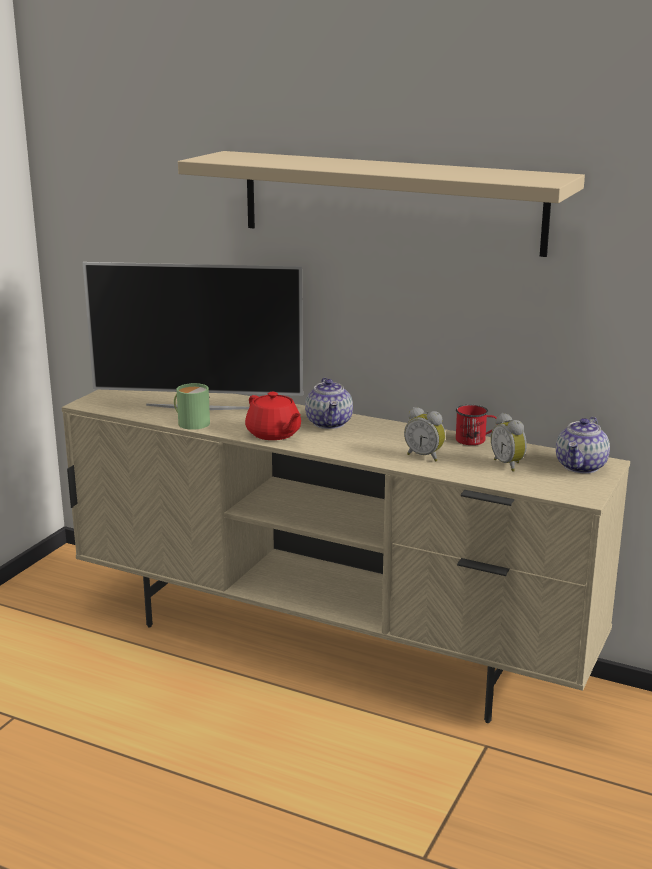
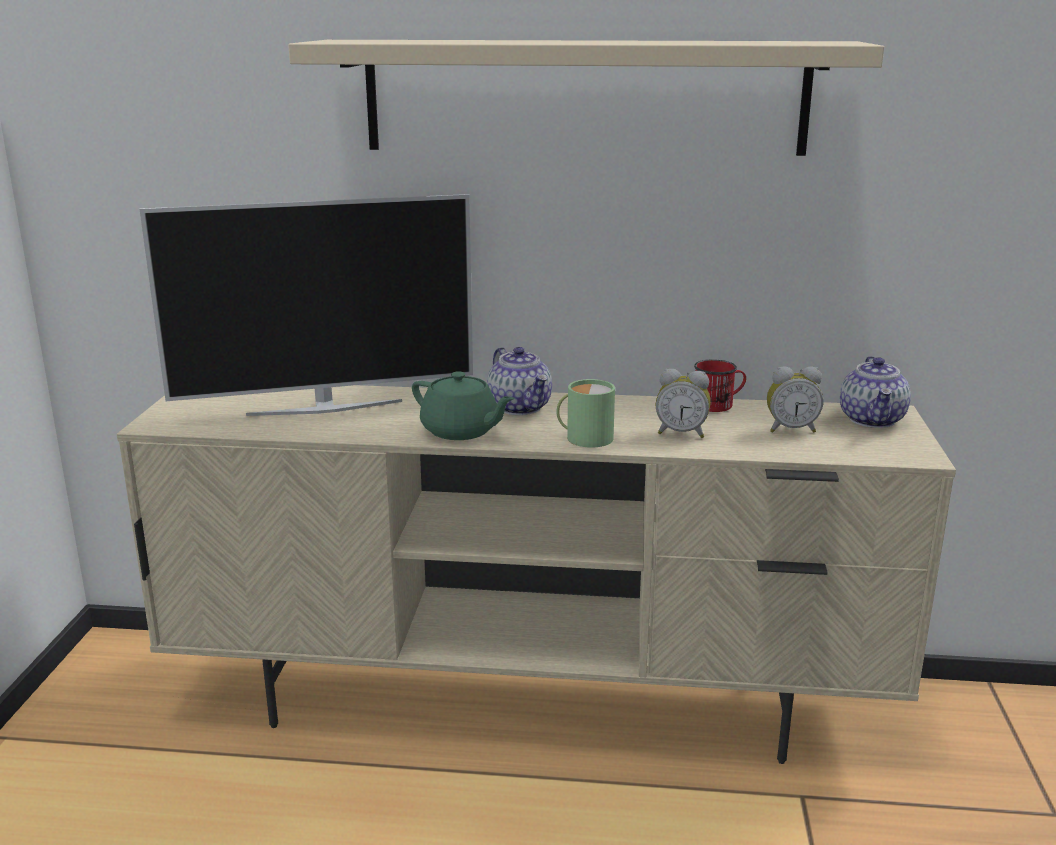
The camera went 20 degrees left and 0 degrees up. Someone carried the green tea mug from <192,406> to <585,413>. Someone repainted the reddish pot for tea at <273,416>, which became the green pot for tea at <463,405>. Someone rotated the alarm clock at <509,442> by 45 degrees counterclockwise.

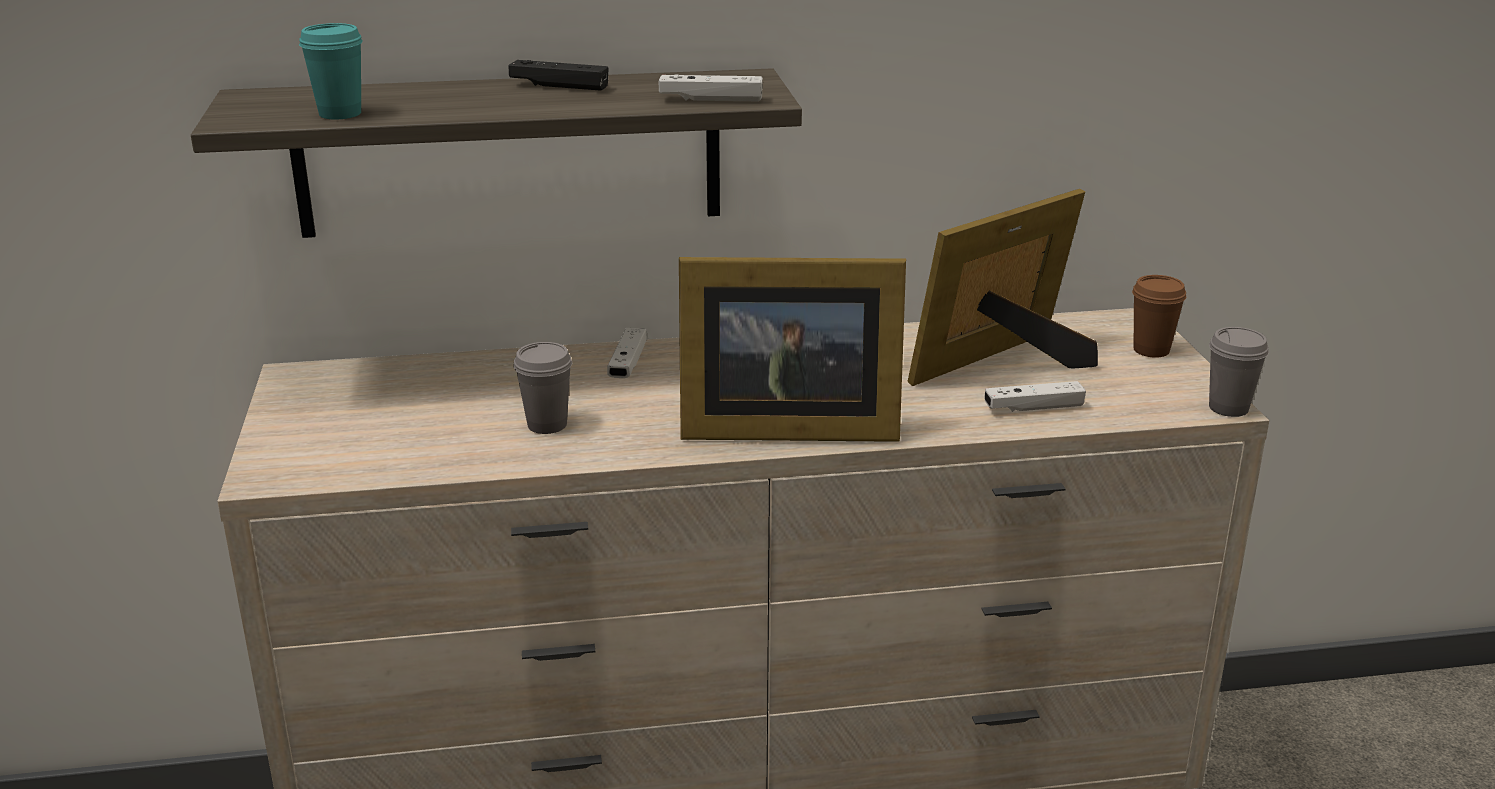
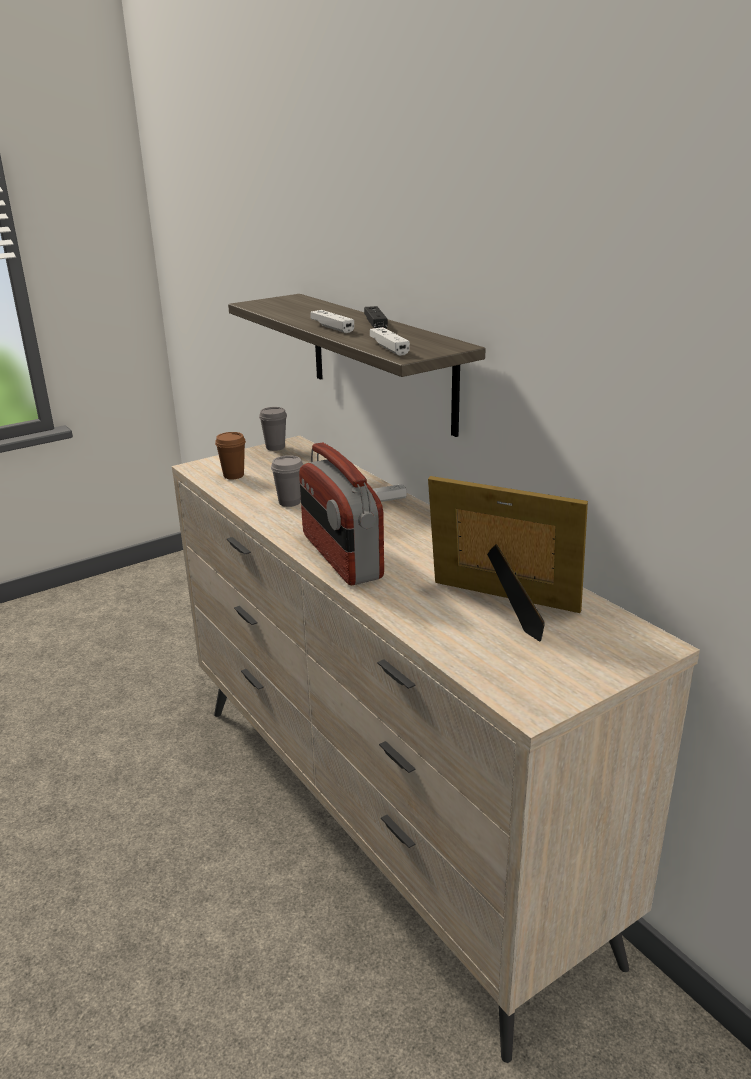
The camera went 65 degrees right and 0 degrees up. Someone took away the blue-green drinking cup at <331,71>. Someone carried the whitish game controller from <1035,396> to <332,321>. Someone carried the brown drinking cup from <1159,316> to <230,455>. Someone carried the grey drinking cup from <1239,372> to <273,429>. Someone swapped the picture frame at <792,349> for the radio set at <341,514>.

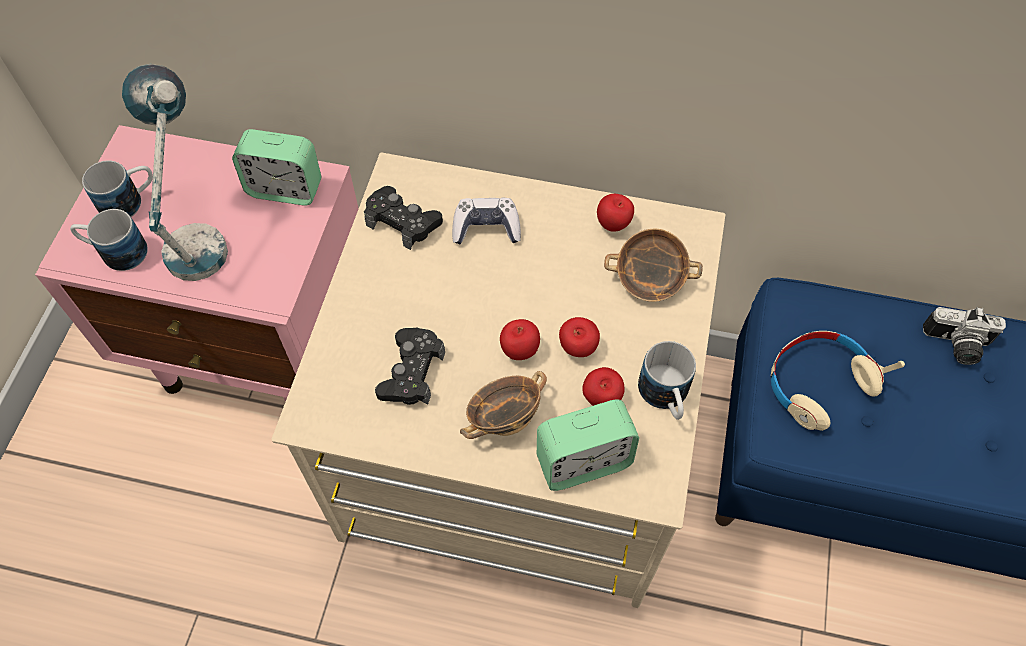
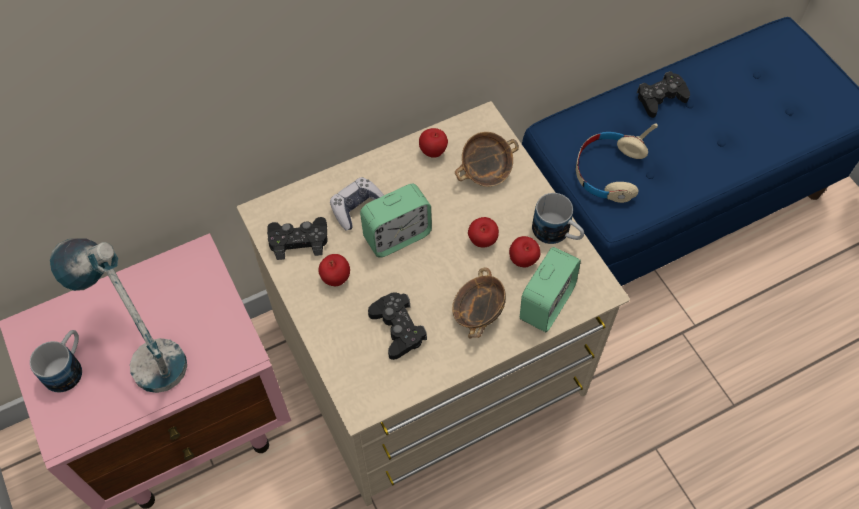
The camera went 40 degrees left and 0 degrees up. Someone took away the tea mug at <109,240>. Someone carried the alarm clock from <276,167> to <396,221>. Someone carried the whole apple from <520,339> to <334,270>. Someone swapped the photo camera at <964,336> for the black-coloured game controller at <663,94>.

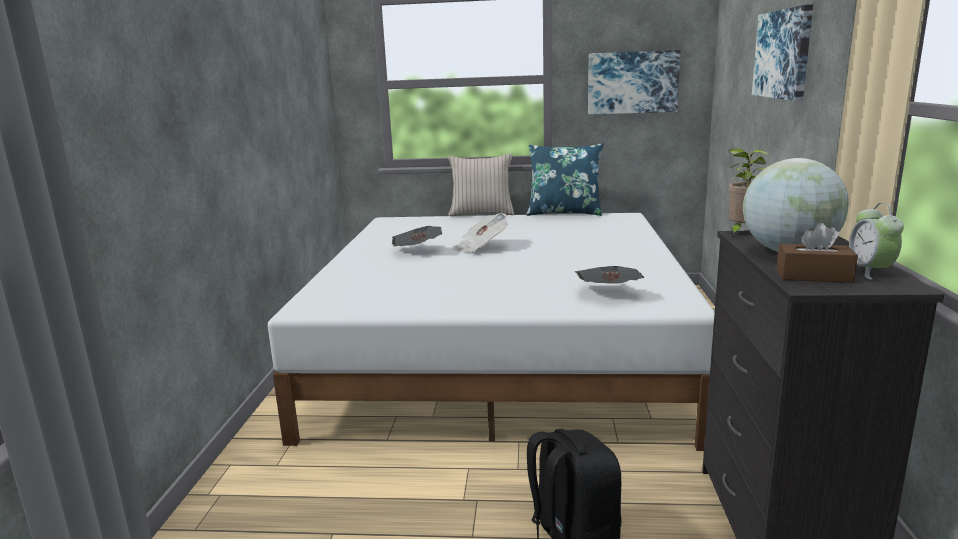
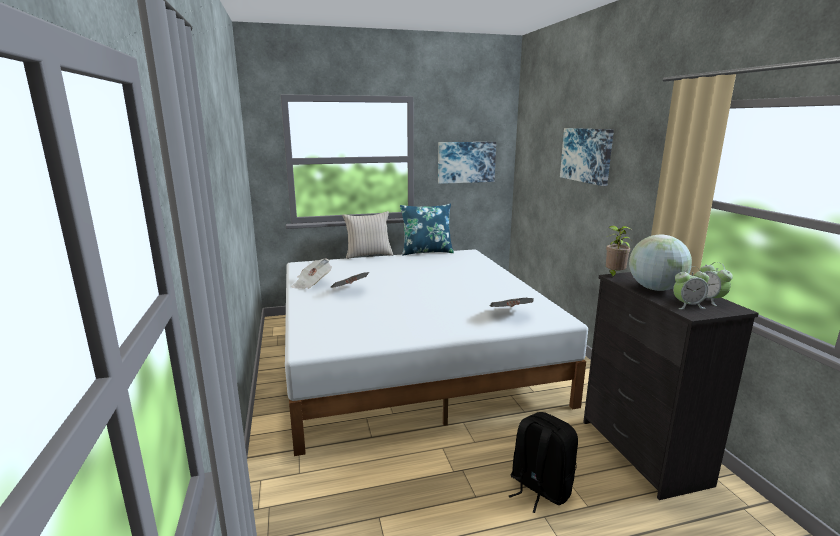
The camera went 20 degrees left and 0 degrees up. Someone carried the printed paper from <480,232> to <312,274>. Someone swapped the brown box of tissues at <817,253> for the alarm clock at <691,287>.

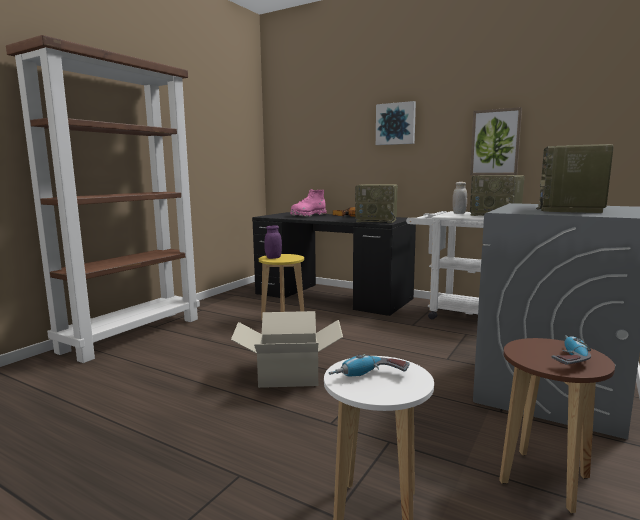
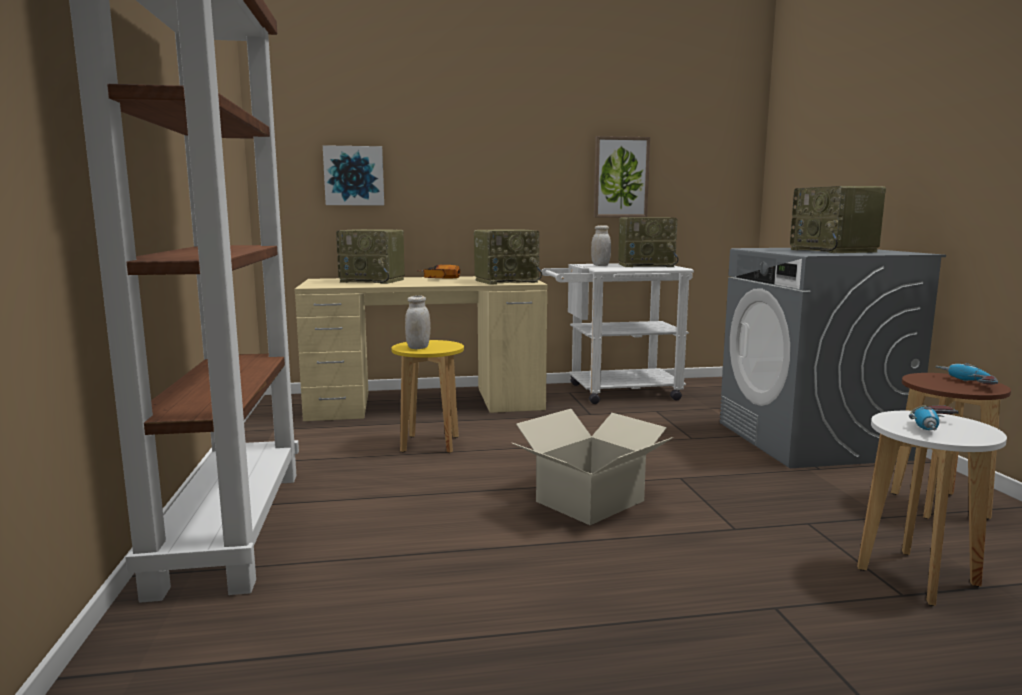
The camera went 40 degrees left and 0 degrees up. Someone carried the wall picture from <396,123> to <353,175>. Someone swapped the pink high-top boot at <308,203> for the radio set at <370,256>. Someone repainted the black-coloured desk table at <334,264>, which became the beige desk table at <421,348>. Someone repainted the purple storage jar at <273,242>, which became the whitish storage jar at <418,322>.

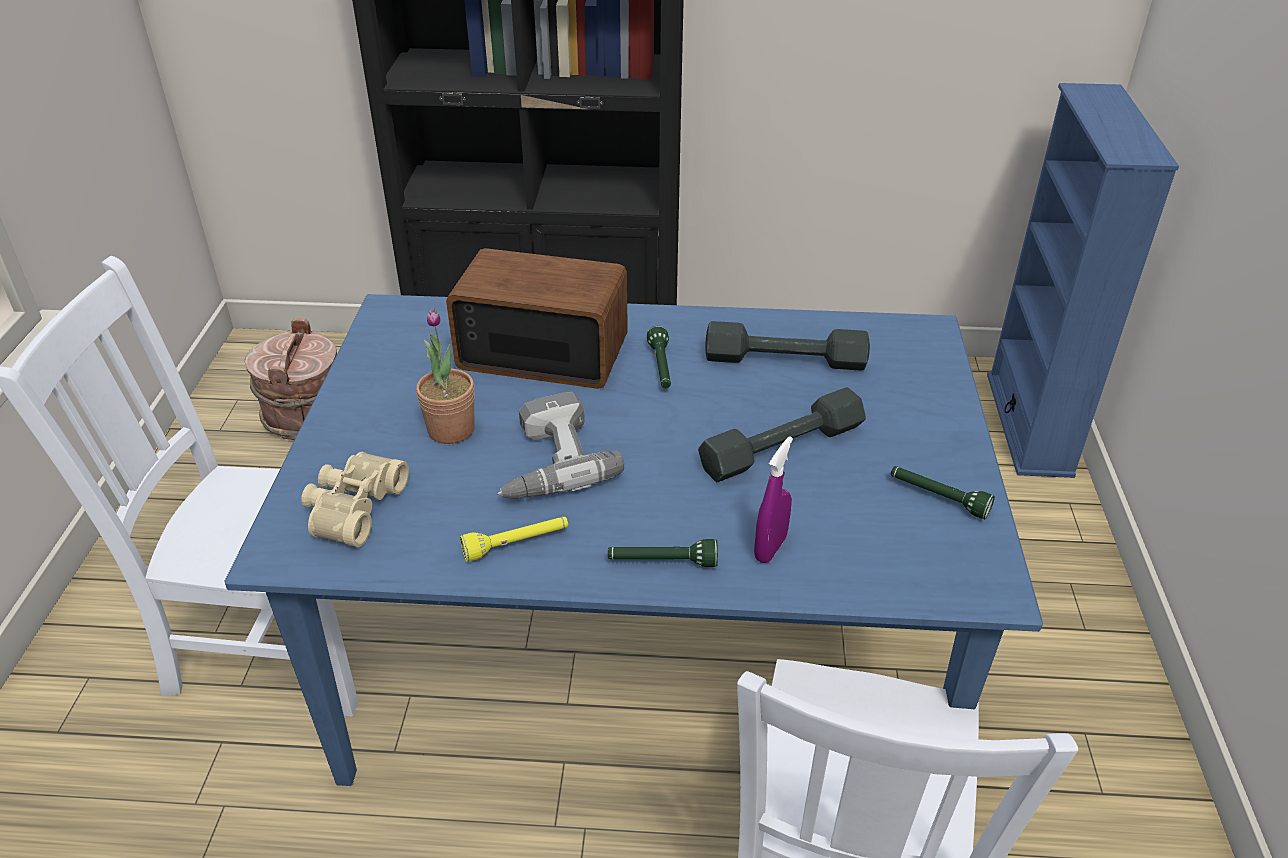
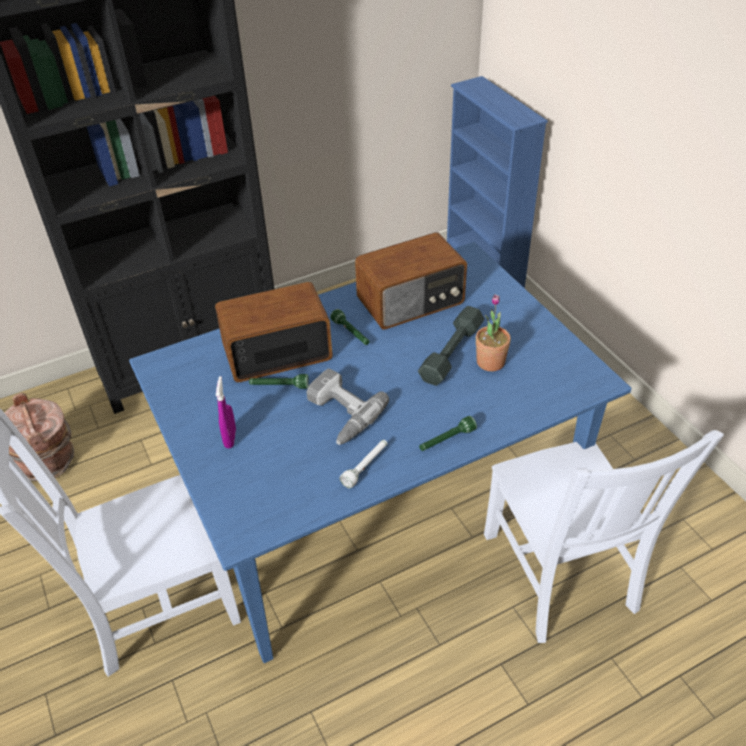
The camera went 30 degrees left and 5 degrees up. Someone took away the beige pair of binoculars at <355,499>. Someone carried the houseplant from <445,376> to <493,332>. Someone carried the purple sprayer from <773,499> to <226,412>. Someone carried the green hand torch from <943,492> to <279,381>. Someone swapped the grey dumbbell at <787,345> for the radio set at <411,281>. Someone repainted the yellow hand torch at <514,539>, which became the whitish hand torch at <363,464>.

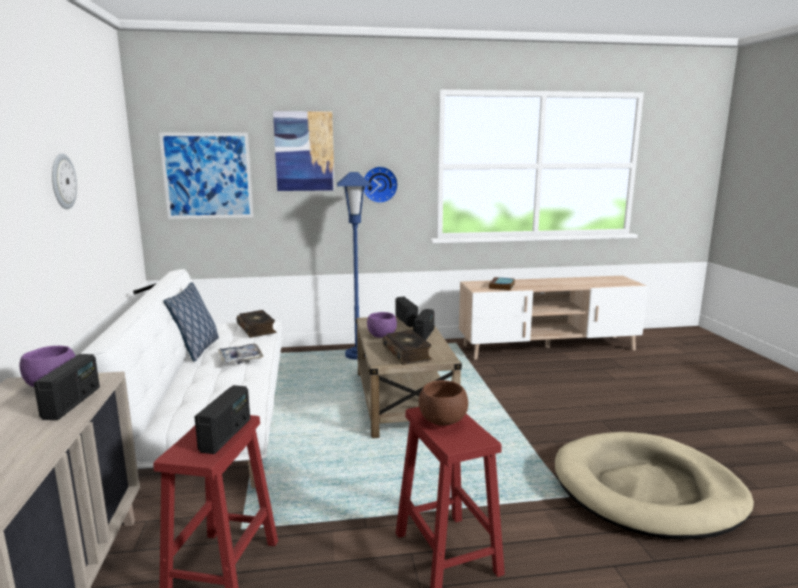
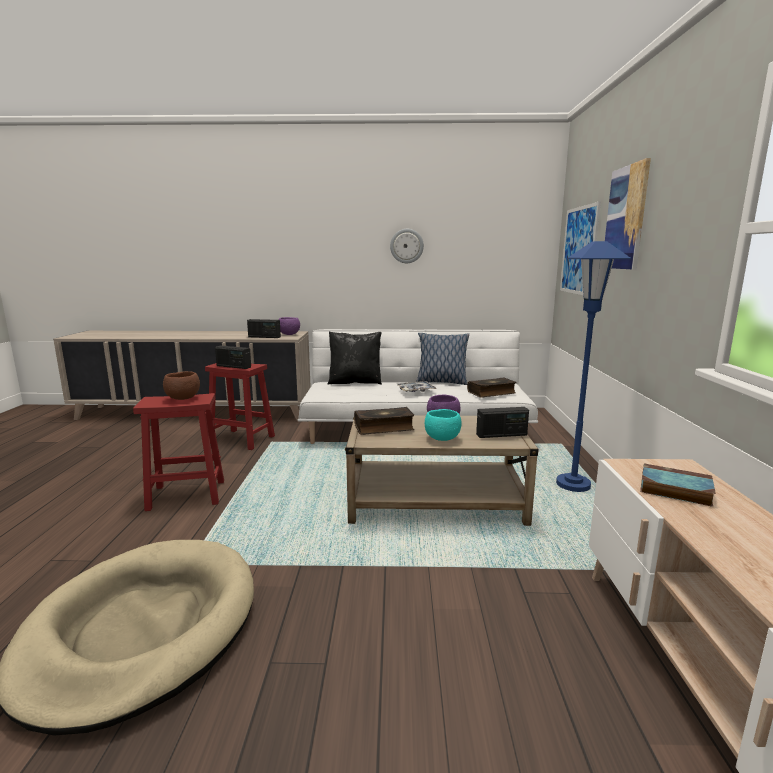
The camera went 100 degrees right and 0 degrees up. Someone took away the wall clock at <381,184>. Someone put down the black-coloured pillow at <355,358>. Someone swapped the radio set at <423,325> for the blue-green bowl at <443,425>.

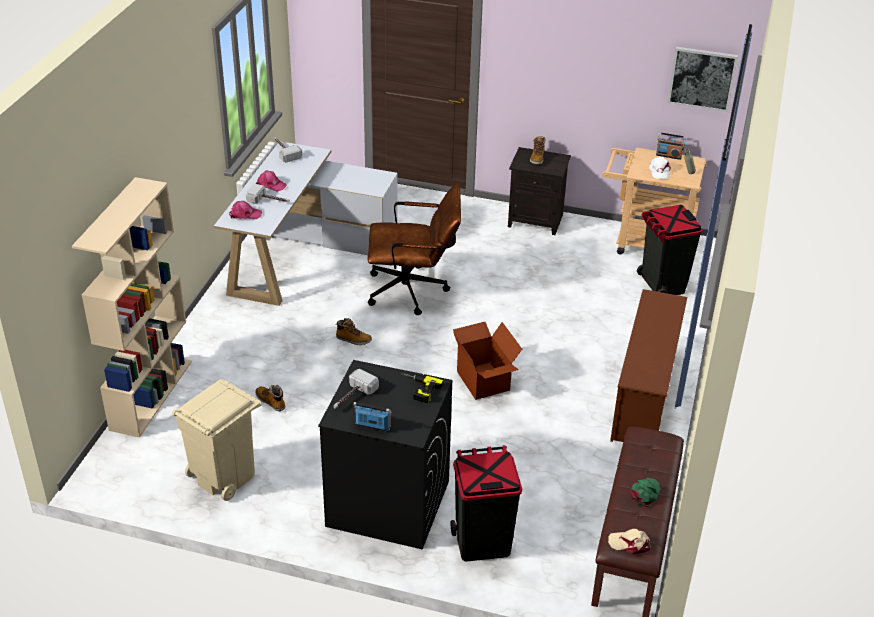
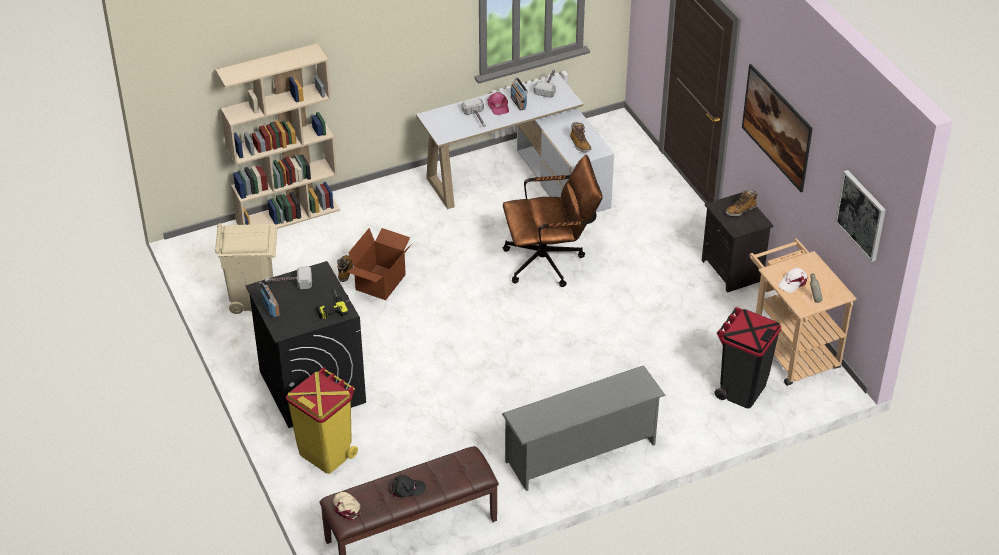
The camera went 50 degrees right and 5 degrees up. Someone took away the pink baseball cap at <245,210>. Someone put up the wall picture at <777,128>. Someone carried the high-top boot from <354,331> to <580,137>. Someone carried the cardboard box from <487,361> to <379,264>. Someone carried the radio set from <671,146> to <519,94>. Someone repainted the black-coloured rubbish bin at <486,503>, which became the yellow rubbish bin at <322,420>. Someone repainted the brown shoe shelf at <648,365>, which became the grey shoe shelf at <584,428>. Someone repainted the green baseball cap at <645,492>, which became the black-coloured baseball cap at <407,486>. Someone rotated the brown desk chair at <414,249> by 60 degrees counterclockwise.

